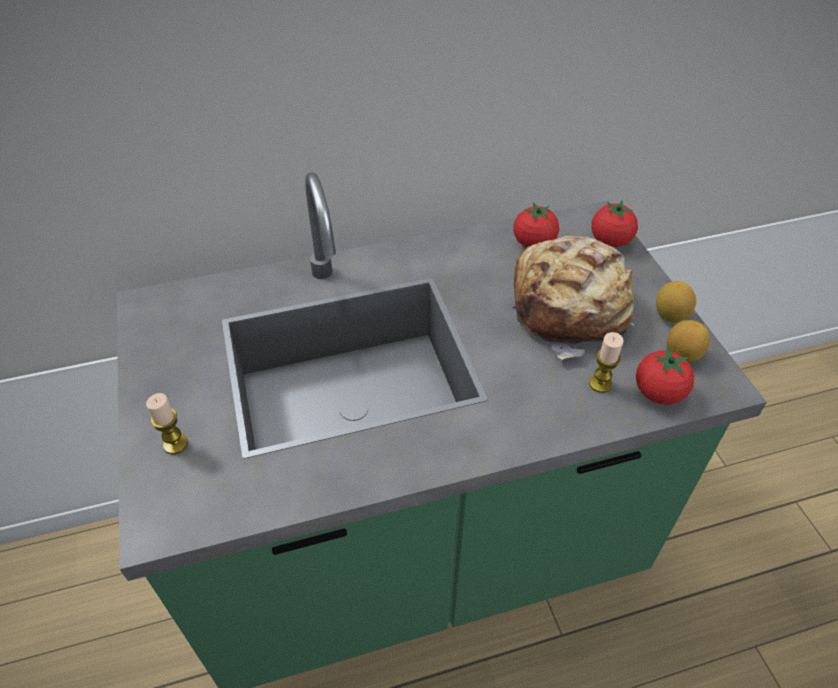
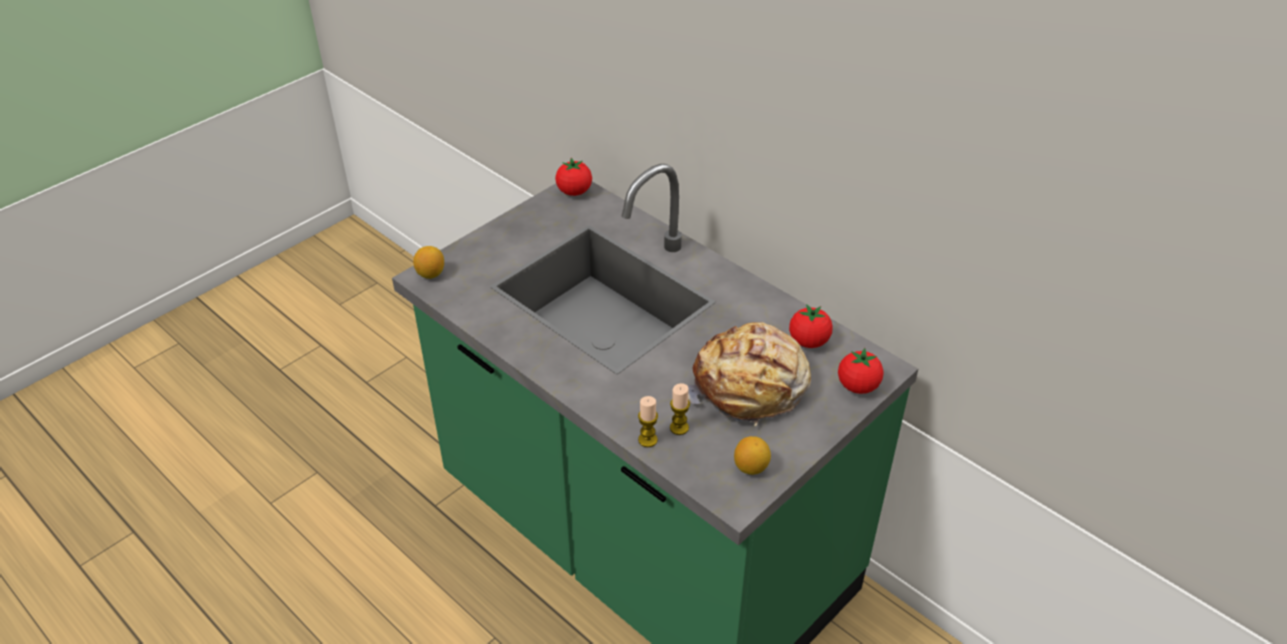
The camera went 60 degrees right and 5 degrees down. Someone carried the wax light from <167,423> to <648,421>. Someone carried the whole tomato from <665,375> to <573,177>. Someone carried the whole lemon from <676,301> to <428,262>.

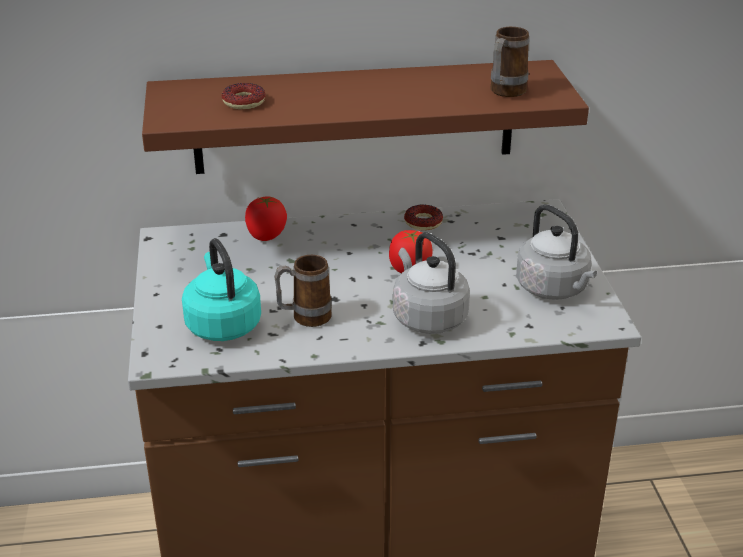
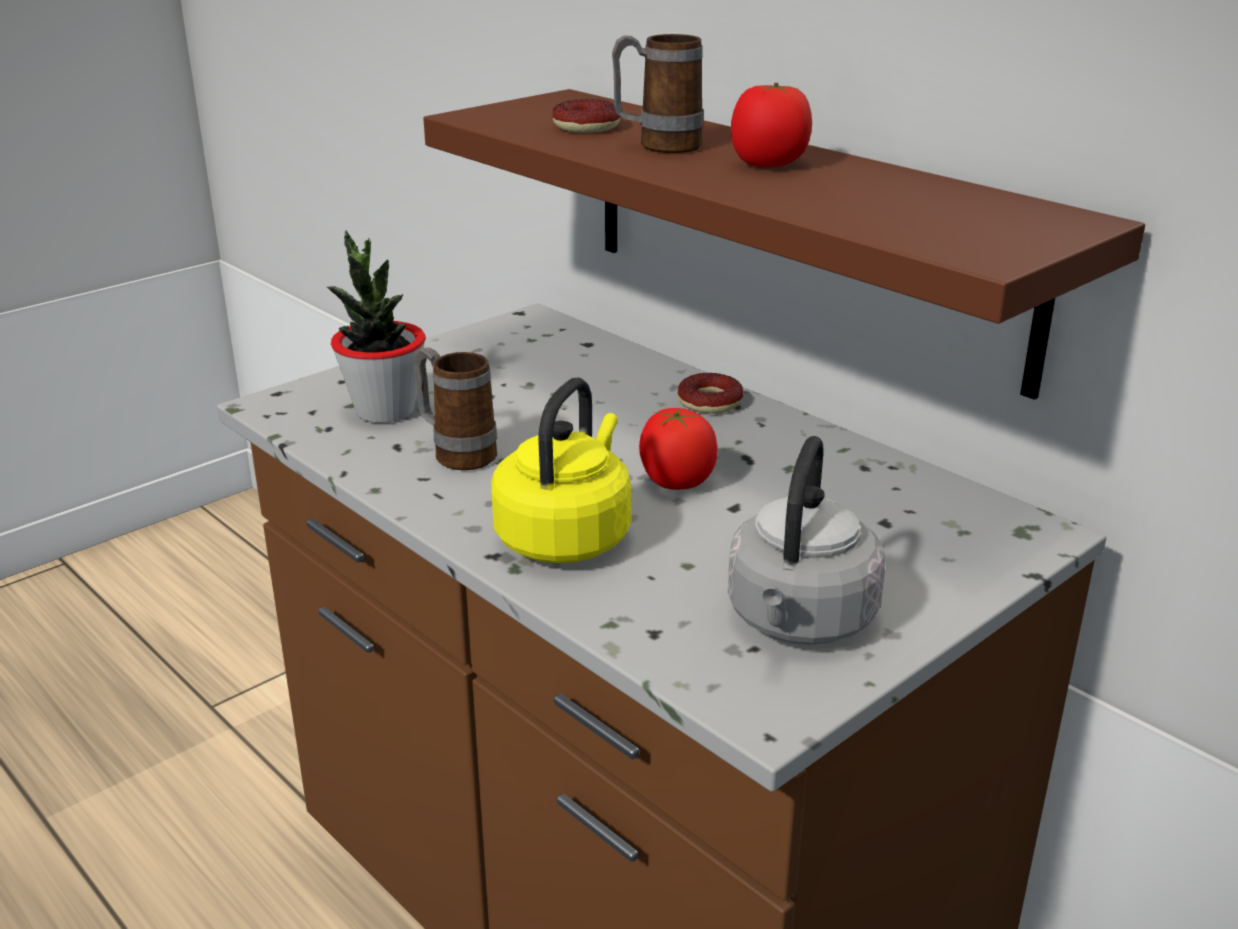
The camera went 55 degrees right and 5 degrees down. Someone carried the whole tomato from <266,218> to <771,125>. Someone carried the doughnut from <423,217> to <711,393>. Someone carried the tea mug from <510,62> to <658,93>. Someone swapped the blue-green tea kettle at <221,289> for the houseplant at <376,326>. Someone repainted the grey tea kettle at <431,283>, which became the yellow tea kettle at <561,470>.

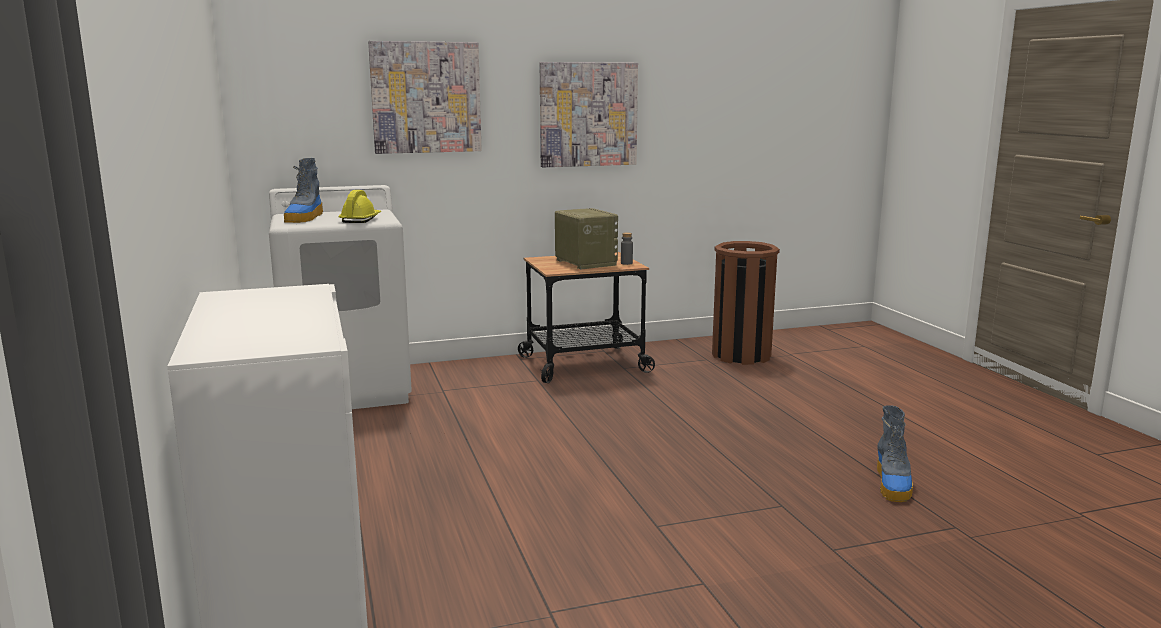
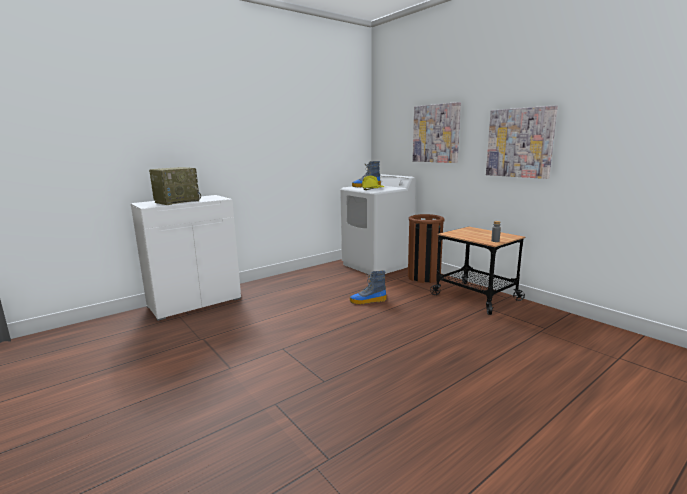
The camera went 70 degrees right and 0 degrees up. Someone carried the radio set from <586,238> to <175,186>. Someone carried the brown rubbish bin from <746,303> to <426,248>. Someone carried the high-top boot from <895,453> to <368,287>.

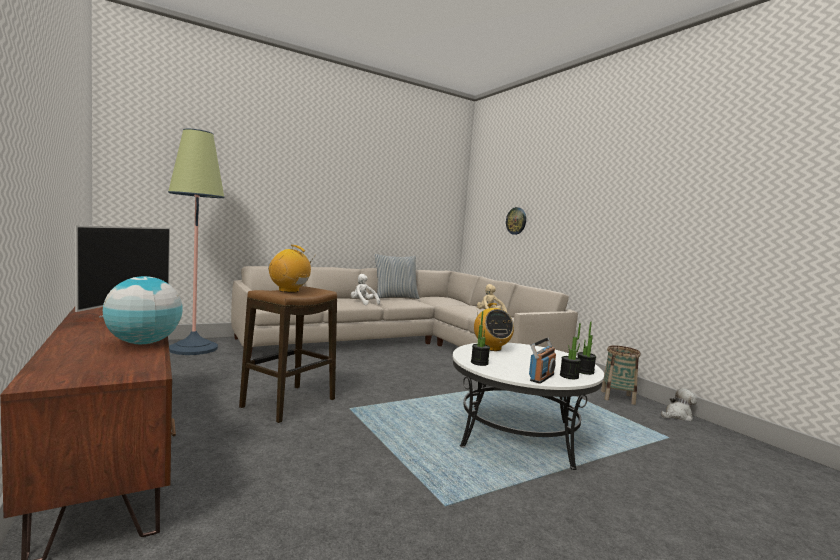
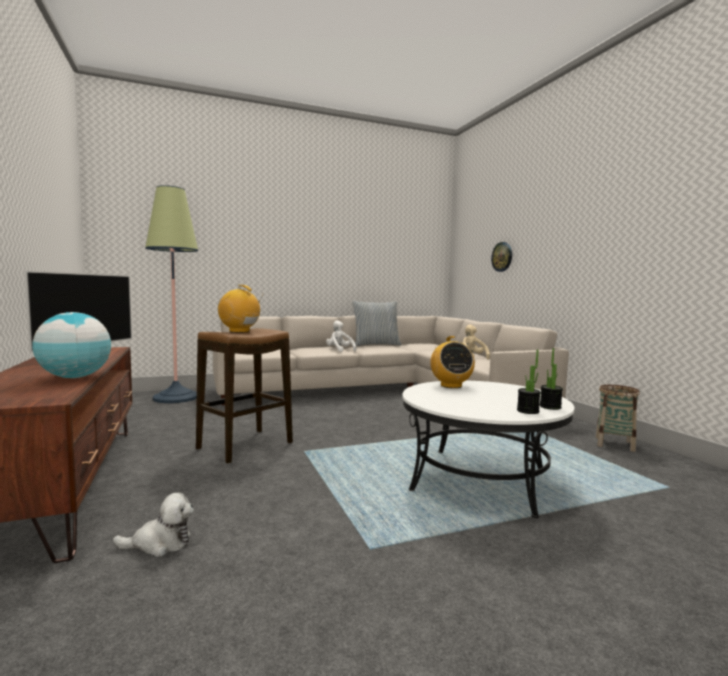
The camera went 10 degrees right and 0 degrees up. Someone took away the houseplant at <480,338>. Someone took away the radio set at <542,361>. Someone carried the plush toy from <679,404> to <153,524>.

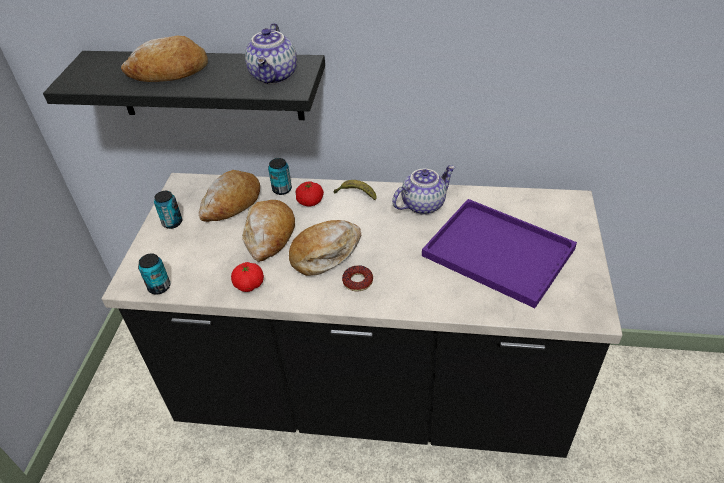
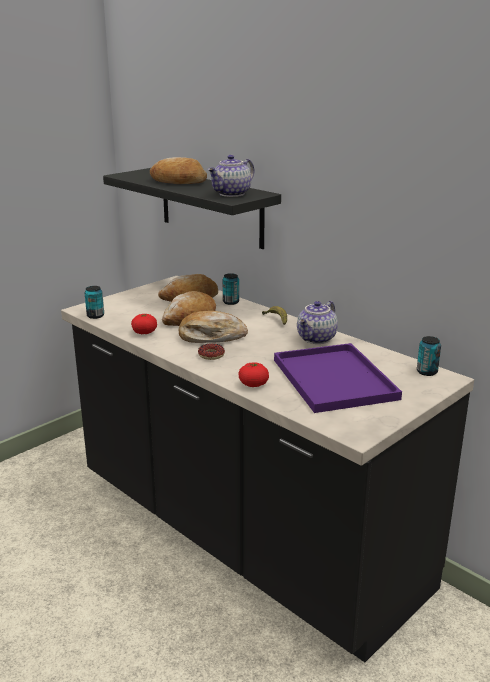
The camera went 35 degrees right and 20 degrees down. Someone carried the metal can from <168,210> to <429,356>. Someone carried the whole tomato from <309,193> to <254,374>. Someone rotated the pot for tea at <423,190> by 120 degrees clockwise.

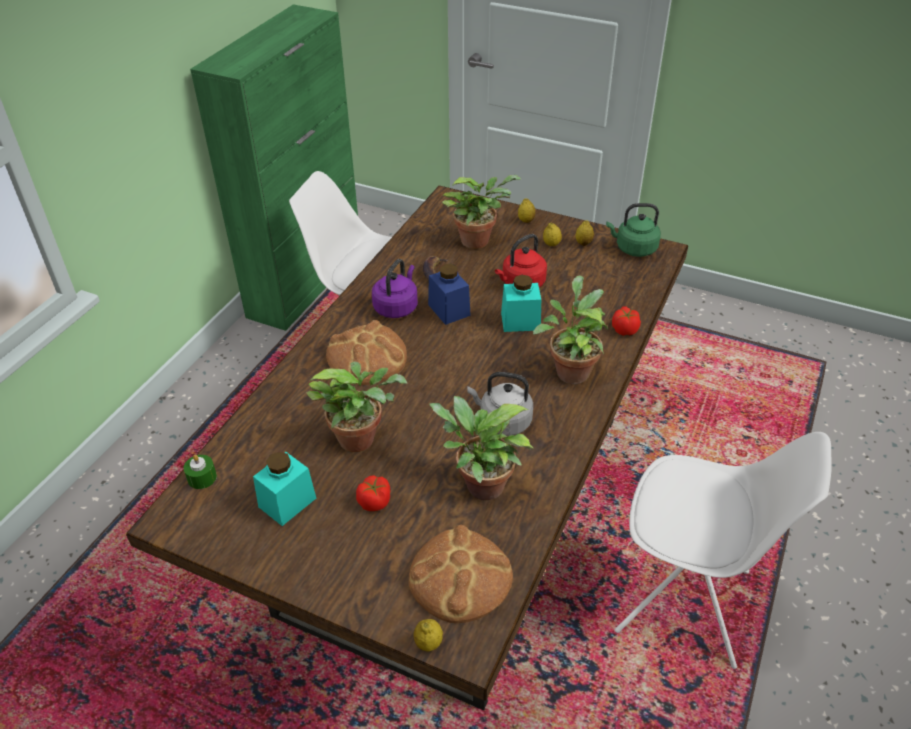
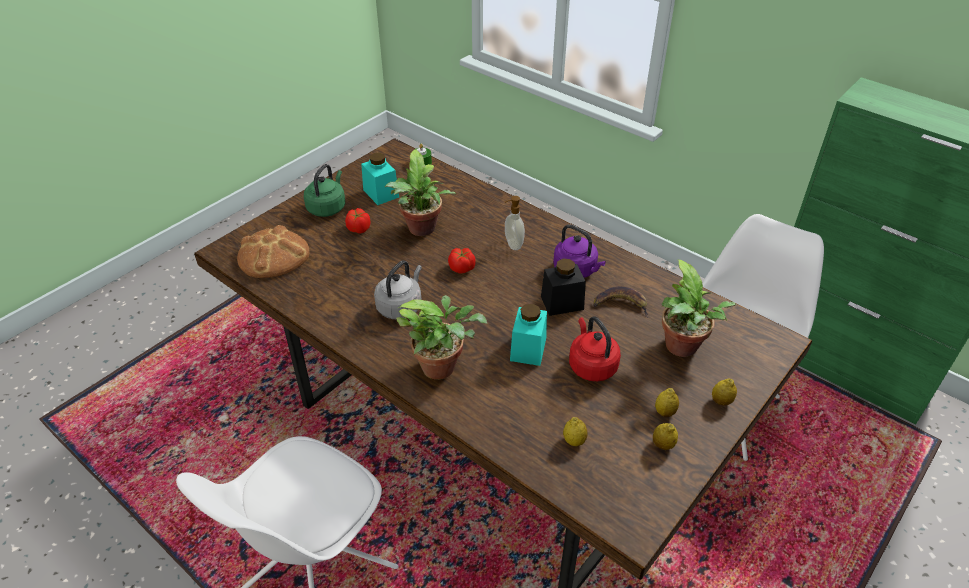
The camera went 105 degrees right and 0 degrees up. Someone took away the houseplant at <481,448>. Someone carried the whole lemon from <428,635> to <575,431>. Someone carried the green tea kettle from <633,230> to <324,190>. Someone carried the whole tomato from <626,321> to <462,261>. Someone swapped the bread at <366,352> for the soap dispenser at <515,223>. Someone repainted the blue storage jar at <449,294>, which became the black-coloured storage jar at <563,287>.

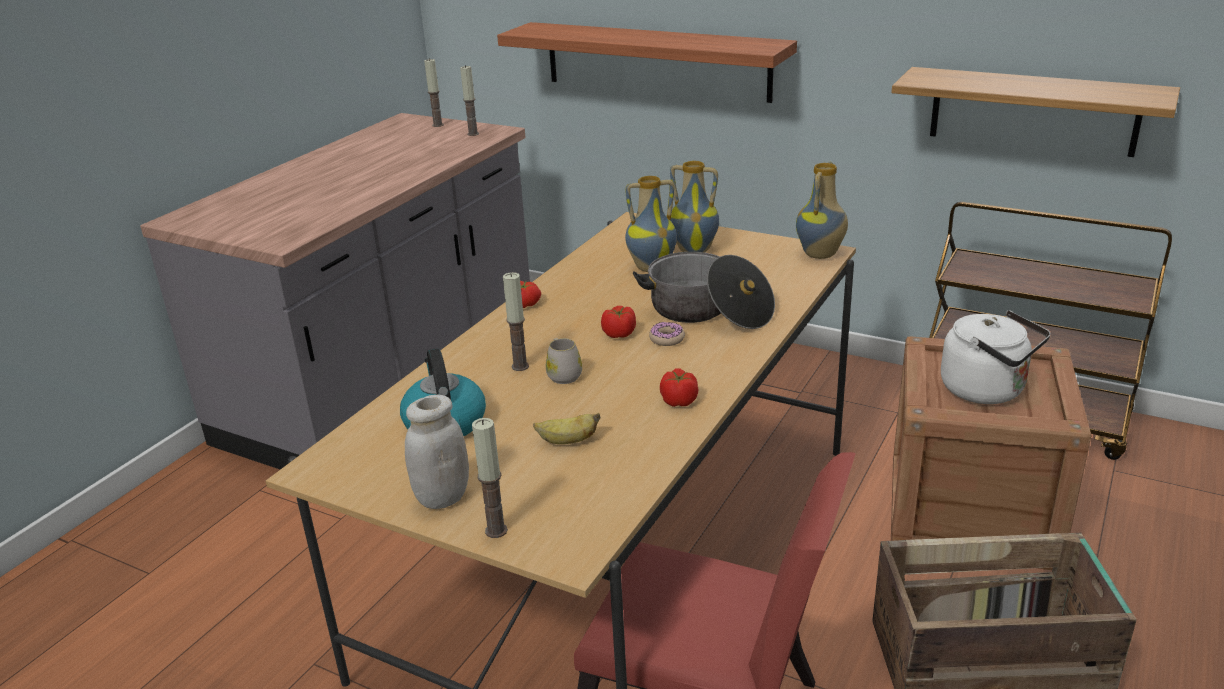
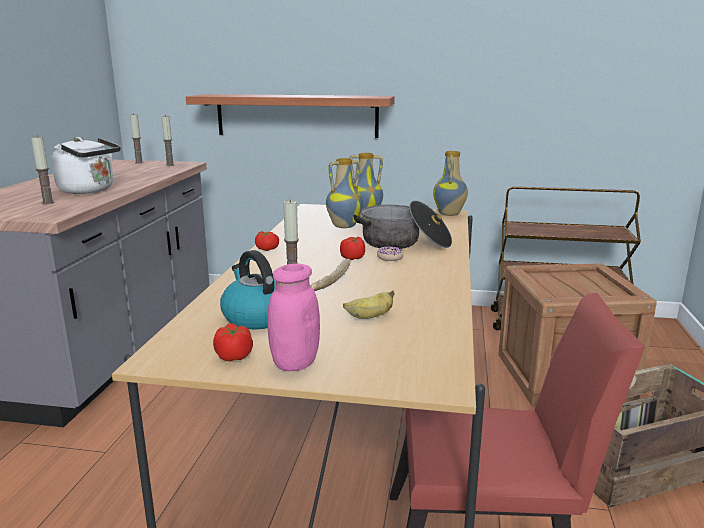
The camera went 20 degrees left and 10 degrees down. Someone took away the bracket shelf at <1035,112>. Someone carried the wax light from <490,478> to <42,170>. Someone carried the whole tomato from <679,387> to <233,342>. Someone carried the whitish tea kettle from <995,357> to <86,165>. Someone swapped the whitish tea mug at <564,361> for the bread at <330,275>. Someone repainted the whitish storage jar at <437,451>, which became the pink storage jar at <293,317>.

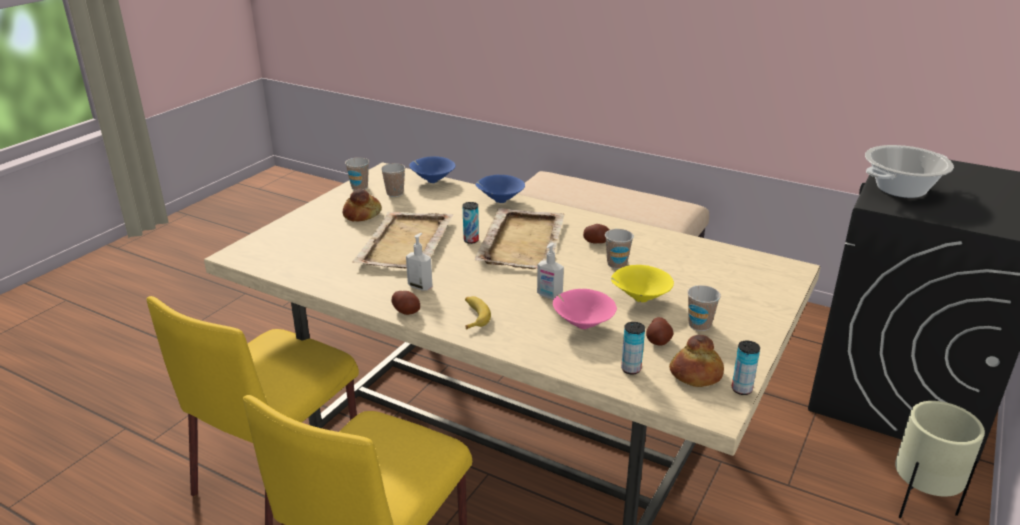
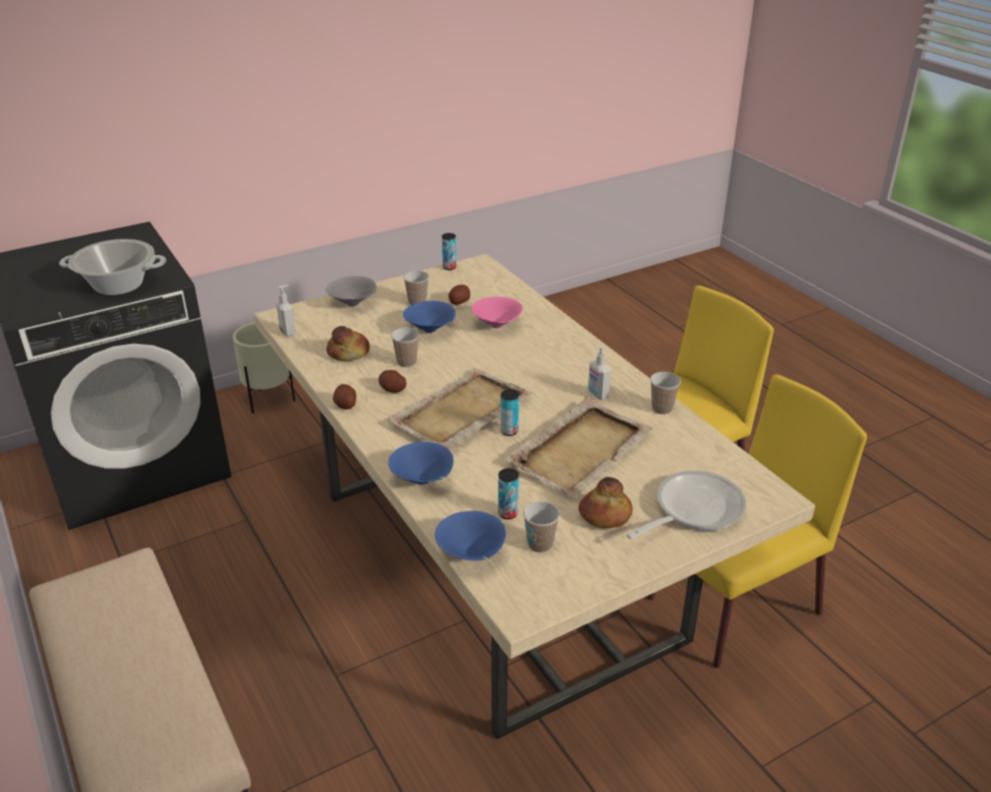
The camera went 150 degrees left and 5 degrees up. Someone took away the whole banana at <478,313>. Someone put down the grey bowl at <351,291>. Someone put down the frying pan at <686,505>. Someone carried the drinking cup from <357,173> to <665,393>. Someone carried the potato from <405,303> to <344,396>. Someone carried the soap dispenser from <550,271> to <285,311>. Someone carried the metal can from <633,348> to <508,493>. Someone carried the bread from <696,361> to <348,343>. Someone repainted the yellow bowl at <642,283>, which became the blue bowl at <429,317>.

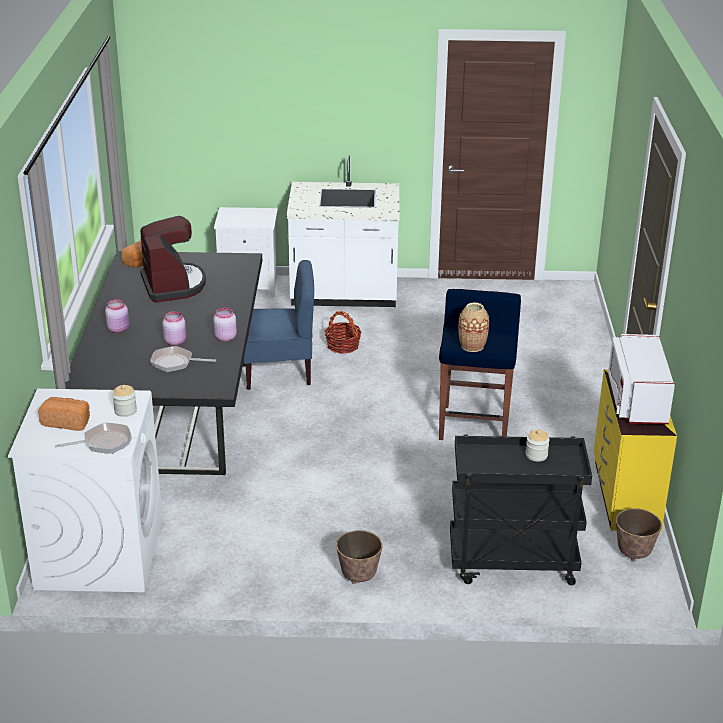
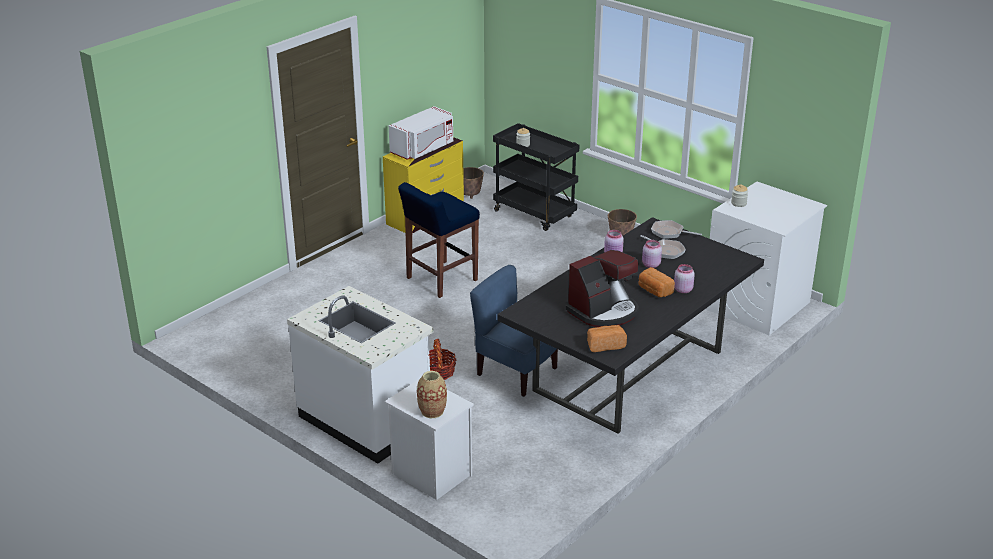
The camera went 140 degrees left and 0 degrees up. Someone carried the bread from <64,414> to <656,282>. Someone carried the frying pan from <93,438> to <676,229>. Someone carried the flower vase from <473,327> to <432,394>. Someone rotated the coffee maker at <173,259> by 150 degrees counterclockwise.

